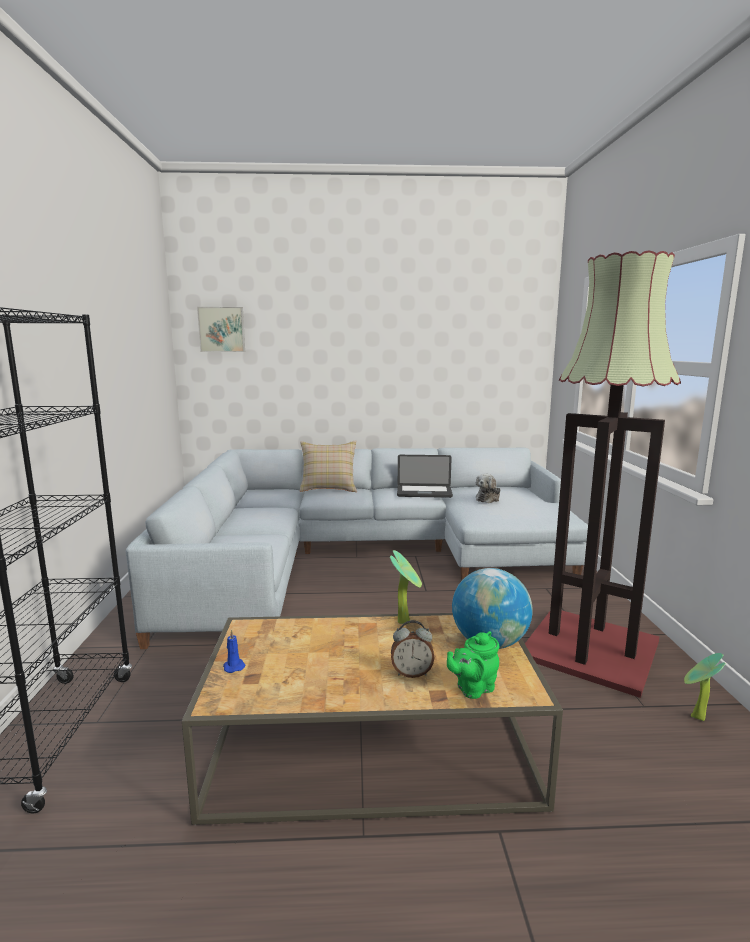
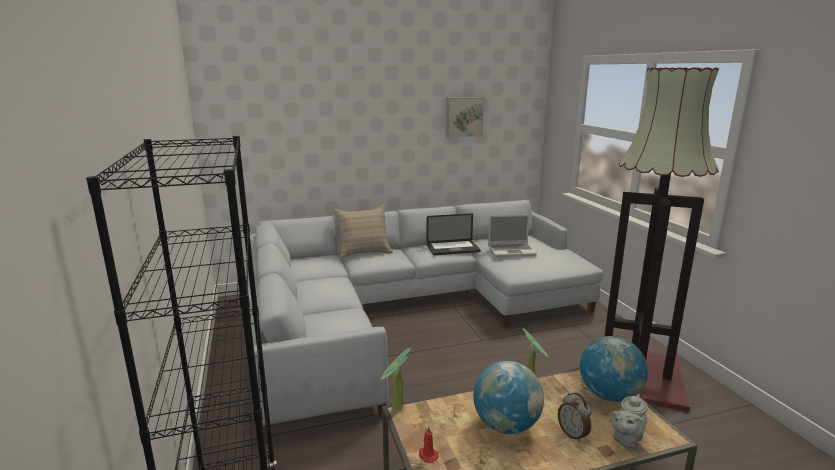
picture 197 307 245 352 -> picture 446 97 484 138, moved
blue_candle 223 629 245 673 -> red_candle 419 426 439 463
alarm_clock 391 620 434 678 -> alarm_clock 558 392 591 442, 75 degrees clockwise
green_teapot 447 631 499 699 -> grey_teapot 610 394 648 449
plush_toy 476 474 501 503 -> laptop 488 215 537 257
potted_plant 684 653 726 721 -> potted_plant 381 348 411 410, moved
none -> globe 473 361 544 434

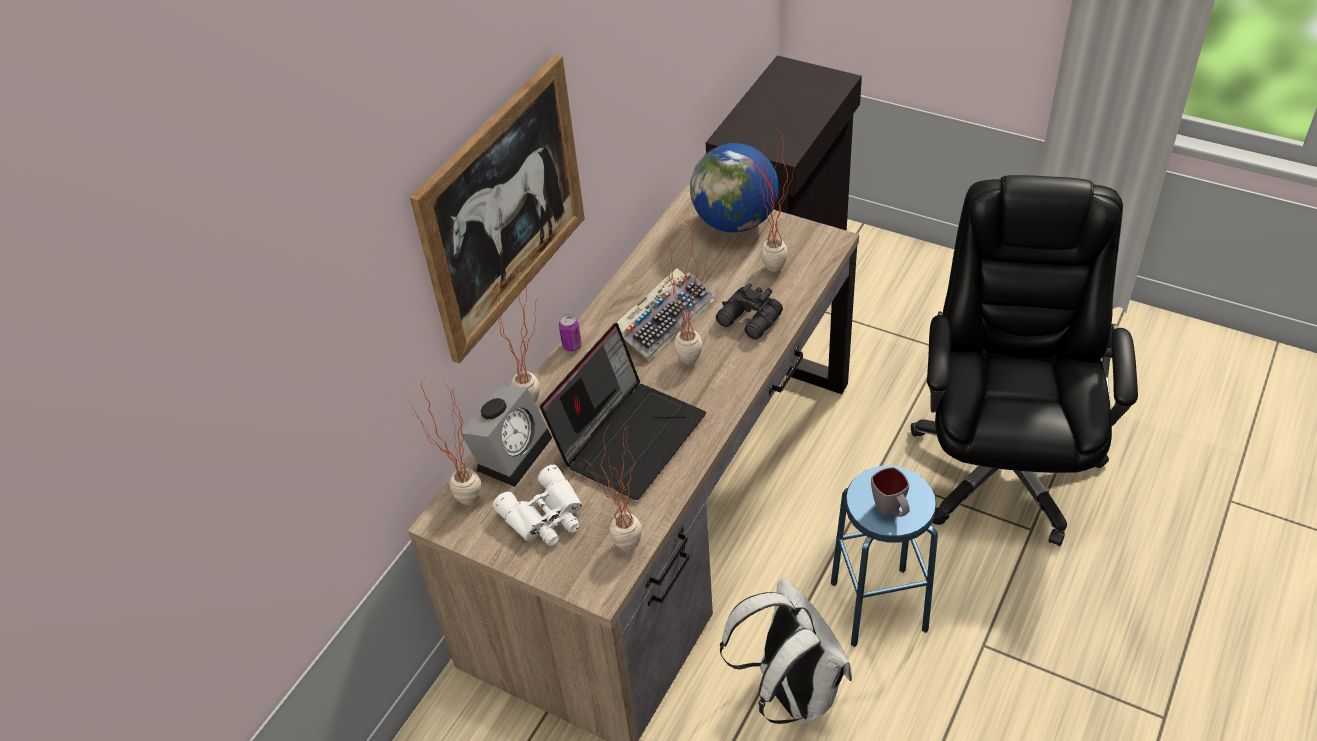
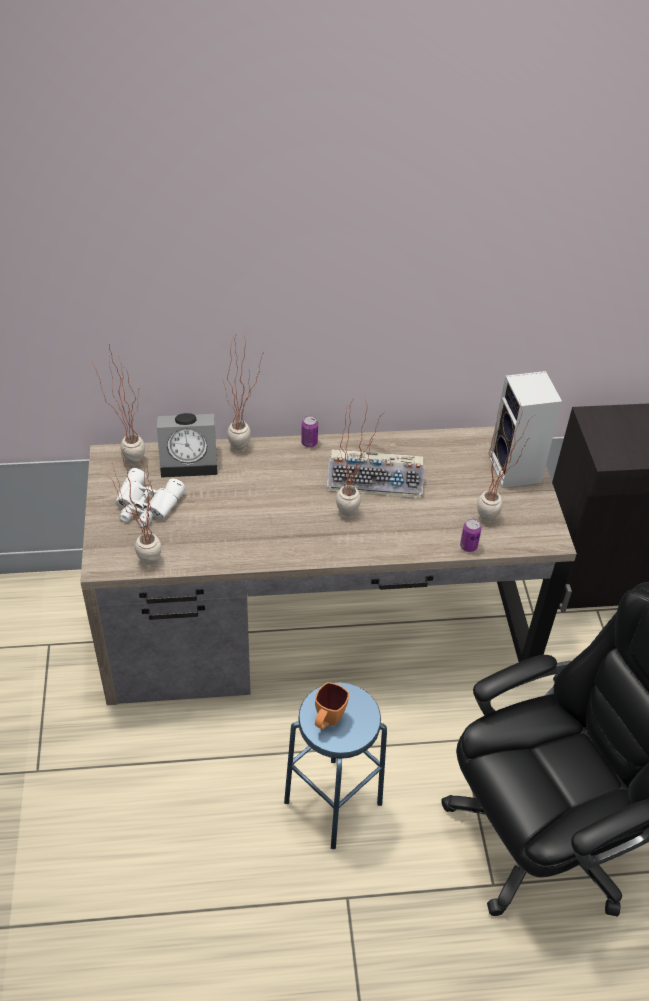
picture 410 54 585 364 -> none
laptop 540 323 706 500 -> none
globe 690 143 779 233 -> speaker 489 371 562 488
black_binoculars 716 284 783 340 -> none
white_backpack 720 577 852 724 -> none
grey_mug 871 467 910 517 -> orange_mug 315 682 349 729
none -> can 460 519 482 552

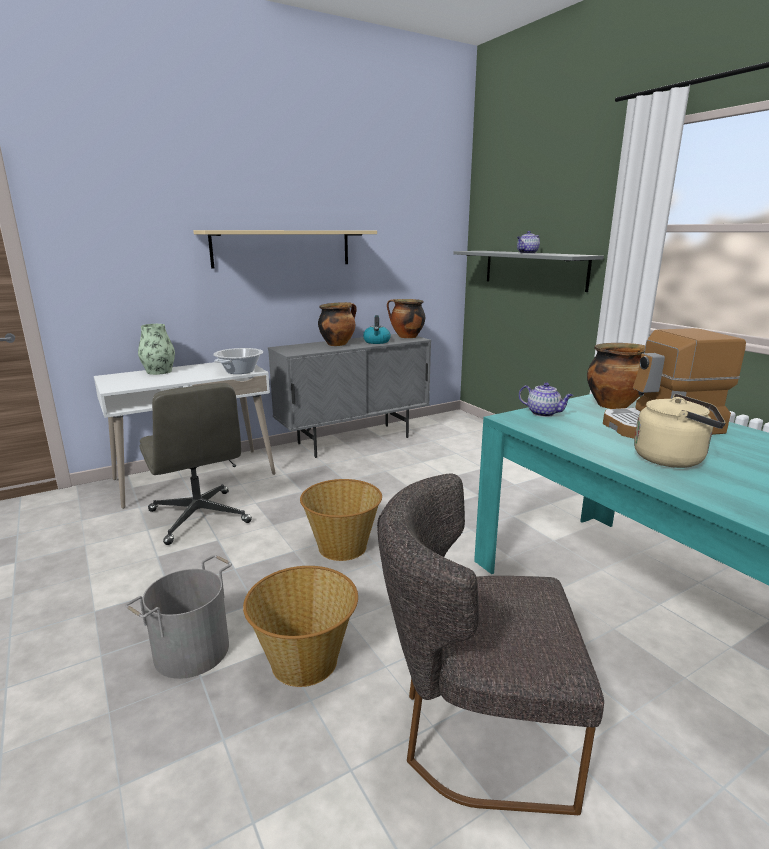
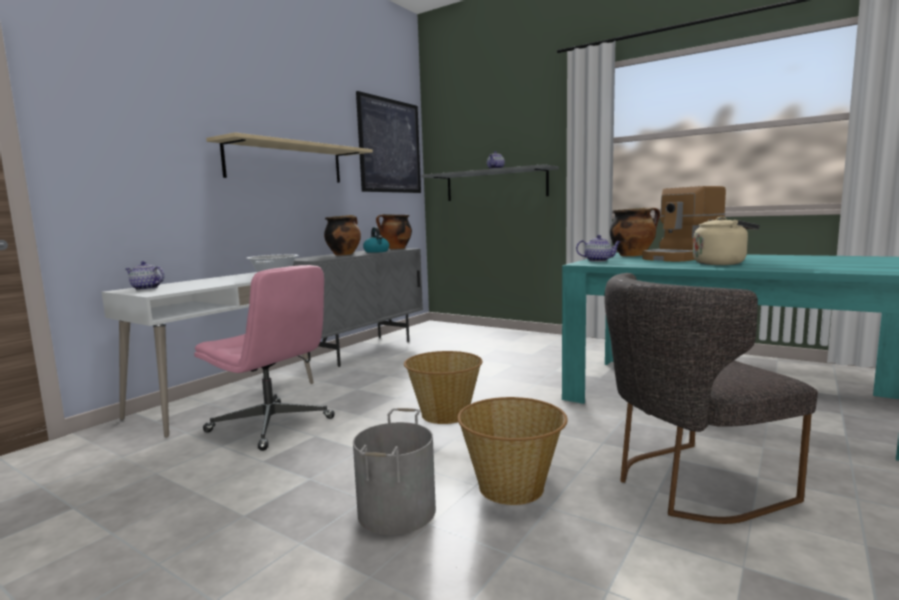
vase 138 324 175 375 -> none
grey_office_chair 140 383 252 545 -> pink_office_chair 194 265 334 451
none -> teapot 125 261 164 290
none -> picture 356 91 421 193

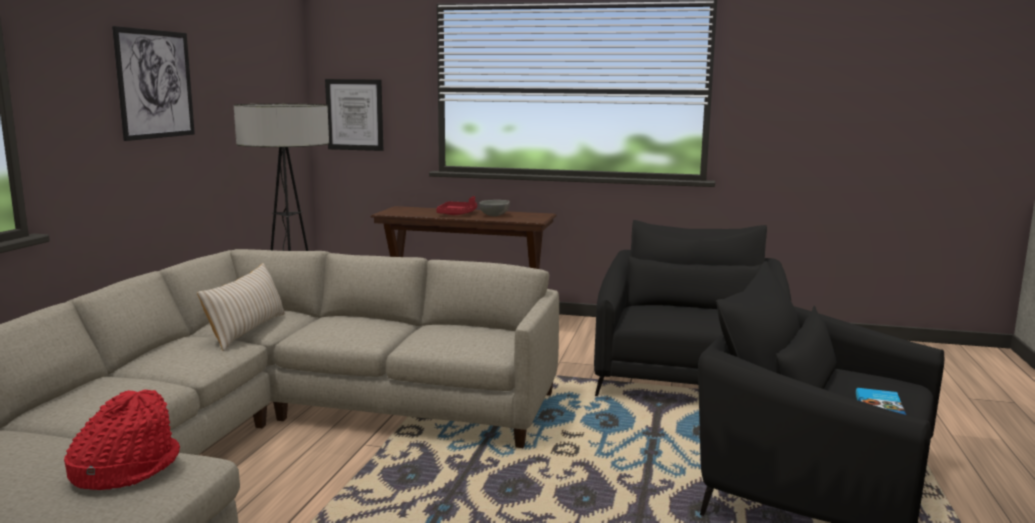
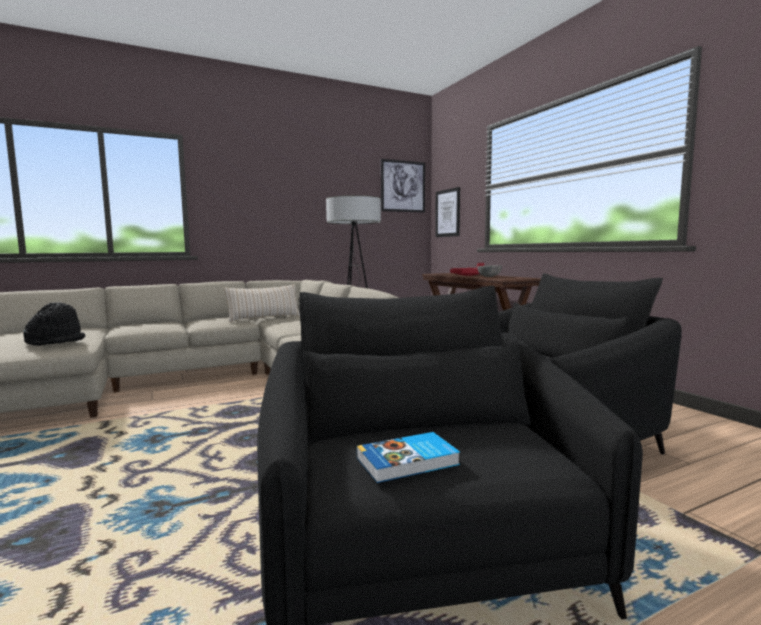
red_hat 64 390 180 490 -> black_hat 23 302 85 346
picture 112 26 195 141 -> picture 381 159 425 213, moved

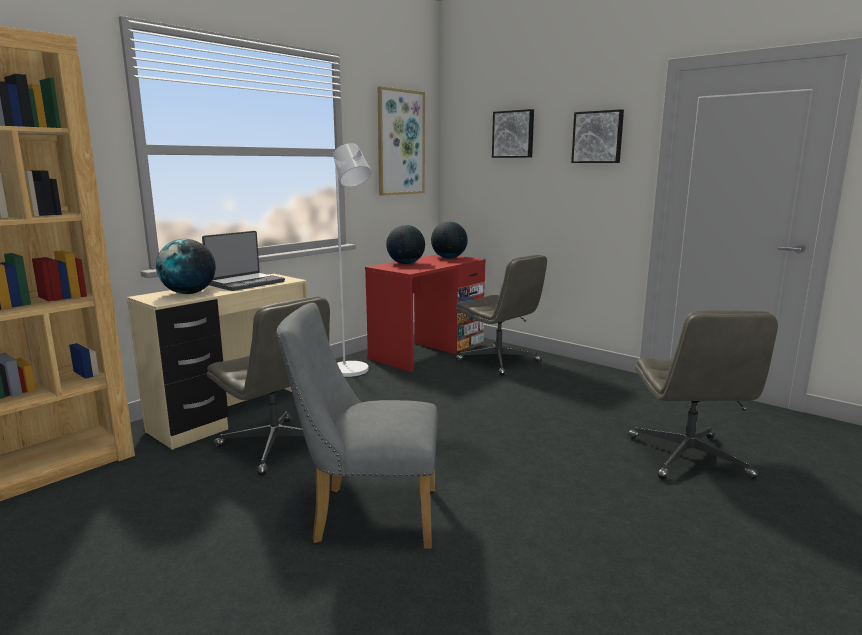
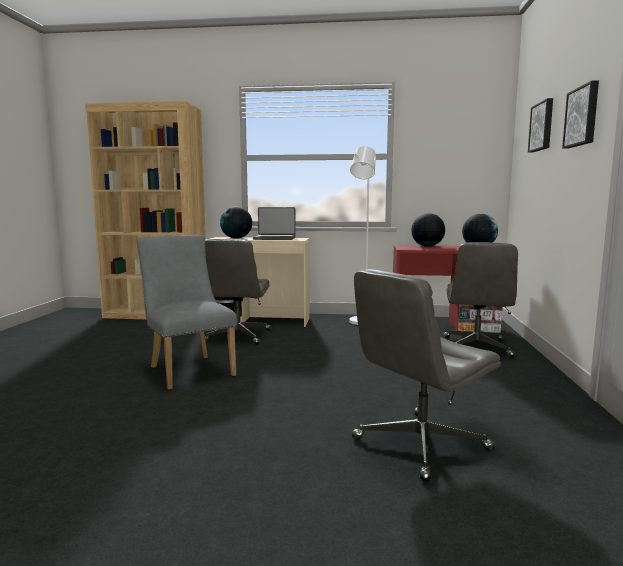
picture 378 86 425 196 -> none

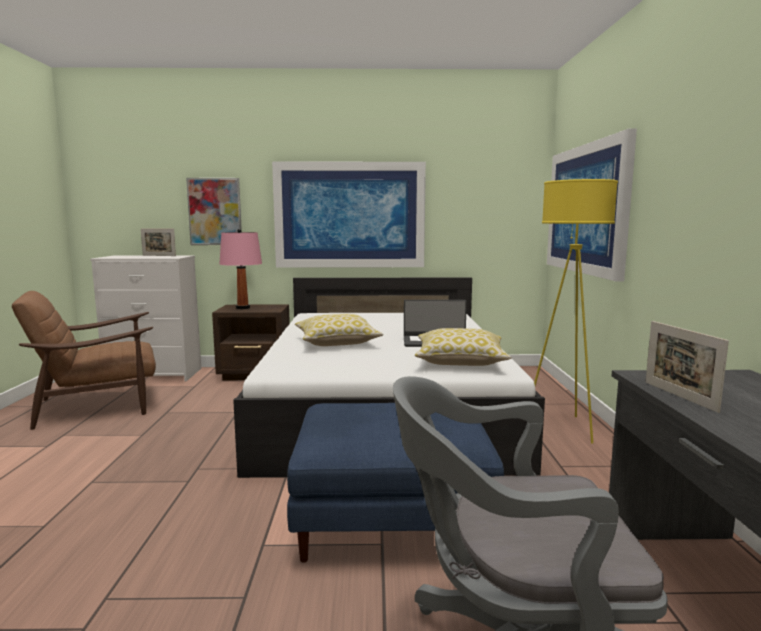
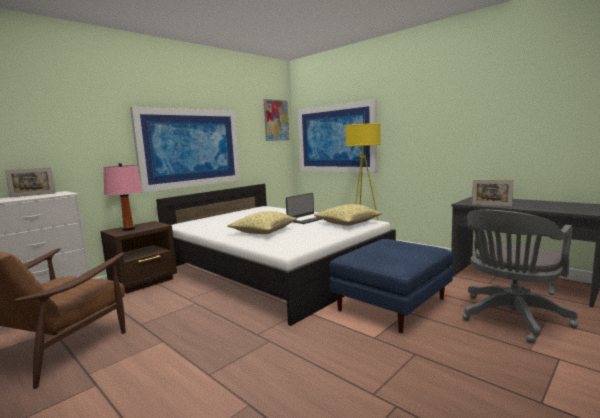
picture 186 178 242 245 -> picture 264 99 289 141, moved

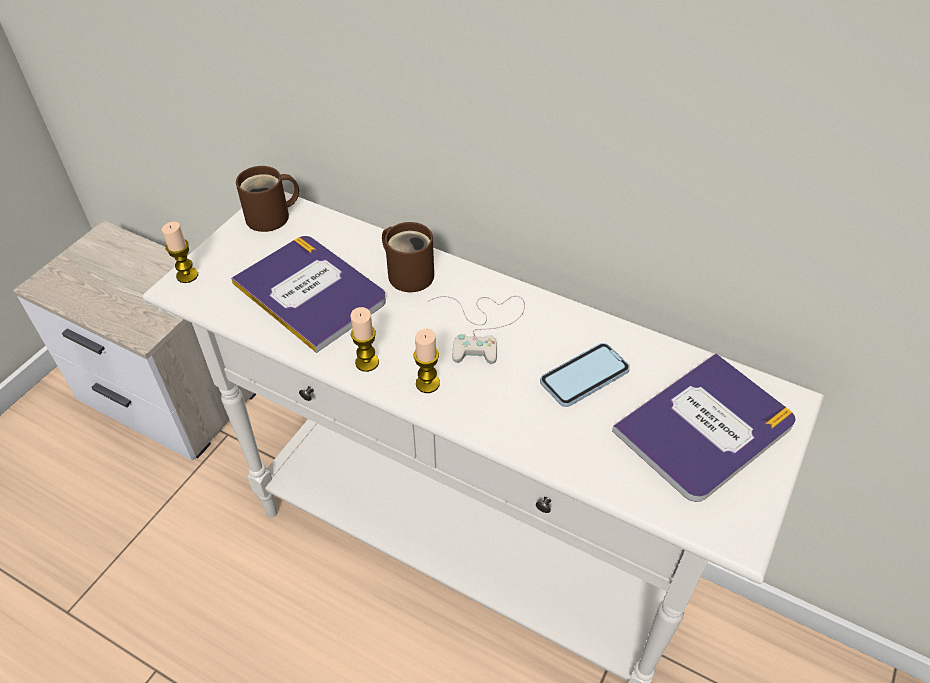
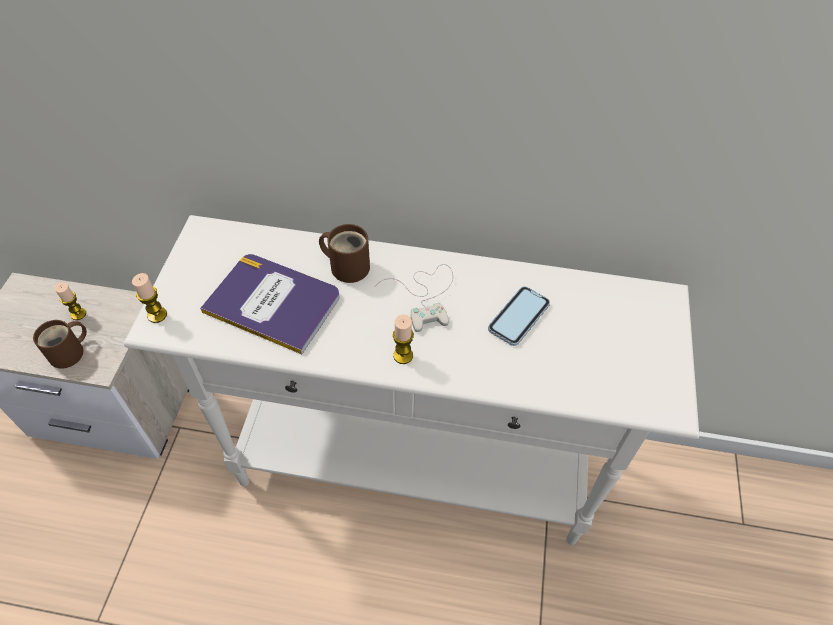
brown_mug 236 166 299 232 -> brown_mug 33 320 87 369, moved
candle 350 307 379 372 -> candle 55 282 86 320, moved
book 612 353 796 502 -> none

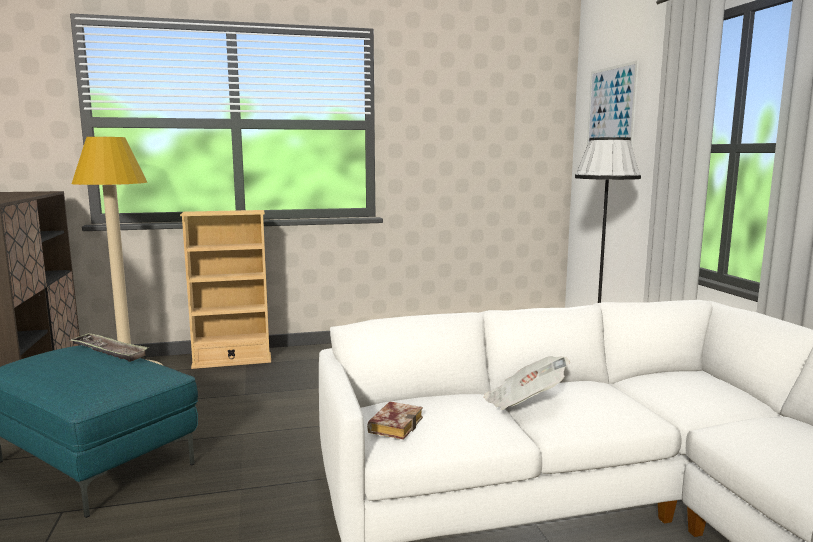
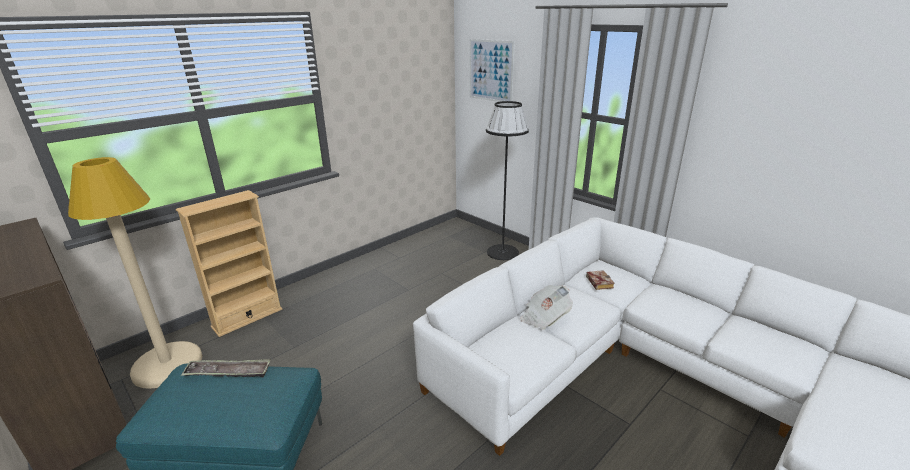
book 367 401 423 440 -> book 586 270 615 290, moved

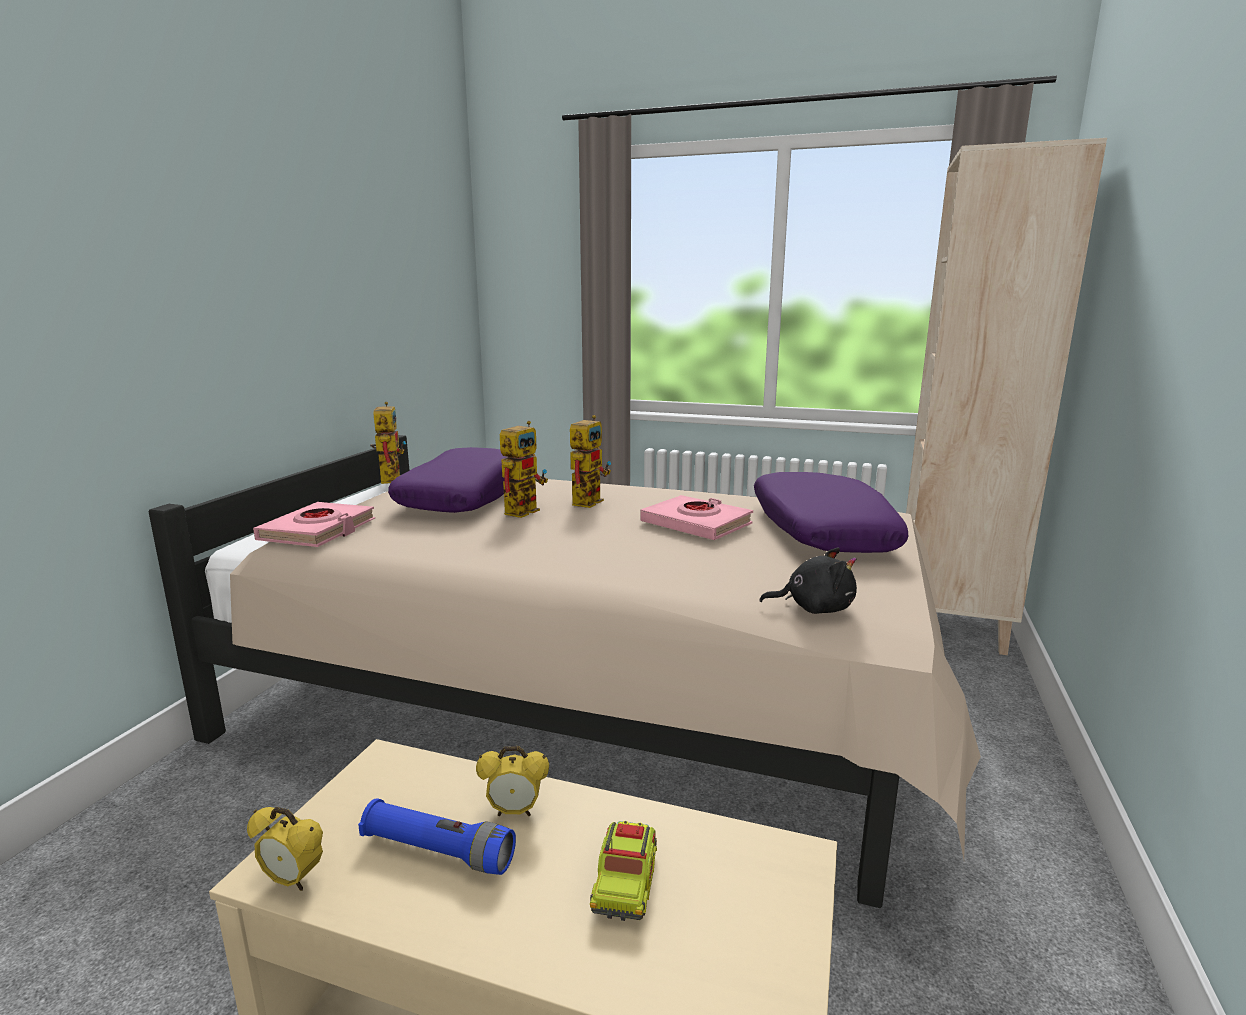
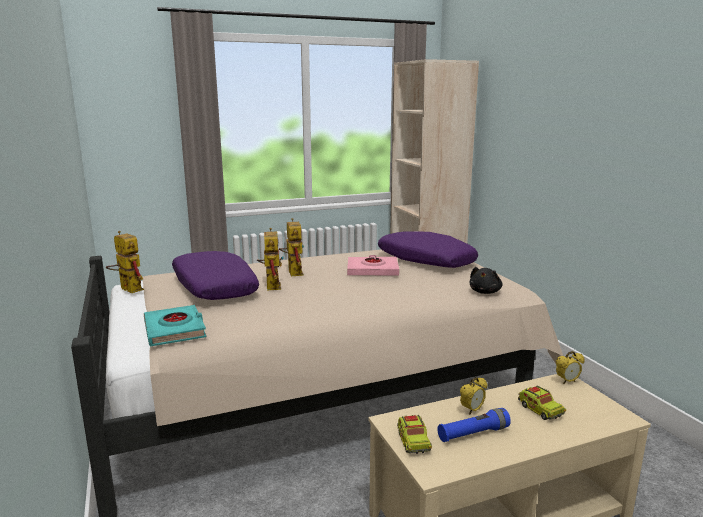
alarm_clock 247 807 323 891 -> alarm_clock 556 351 585 384, moved
pink_book 253 502 375 547 -> turquoise_book 144 305 206 346
black_plush_toy 760 547 857 614 -> black_plush_toy 470 267 503 294, 150 degrees clockwise
none -> toy_truck 397 415 432 454

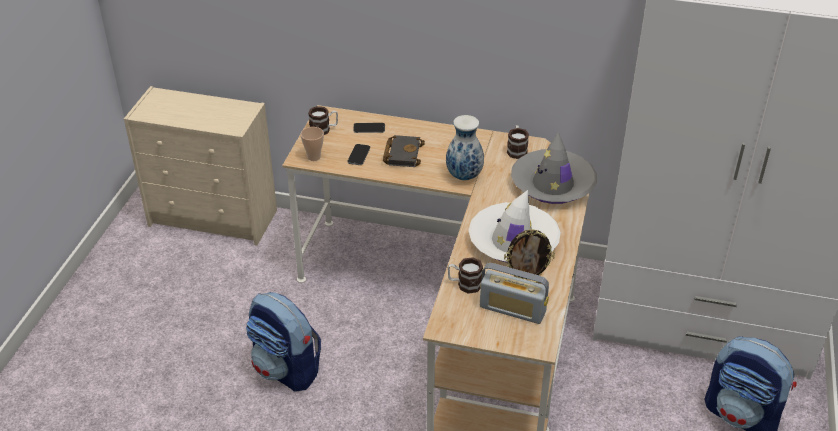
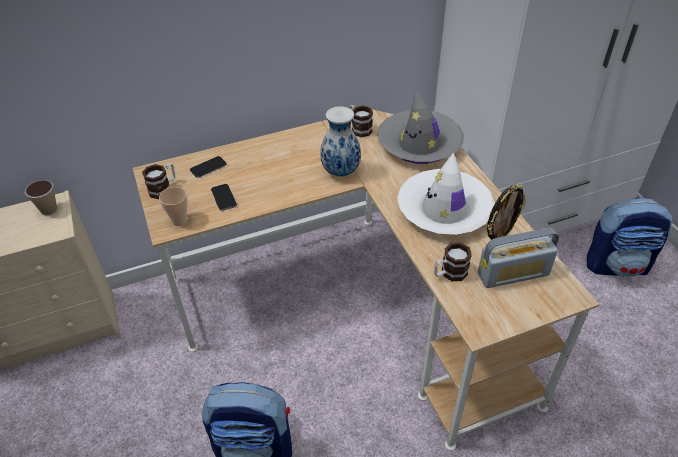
black_book 383 135 425 167 -> none
none -> cup 25 180 57 215

